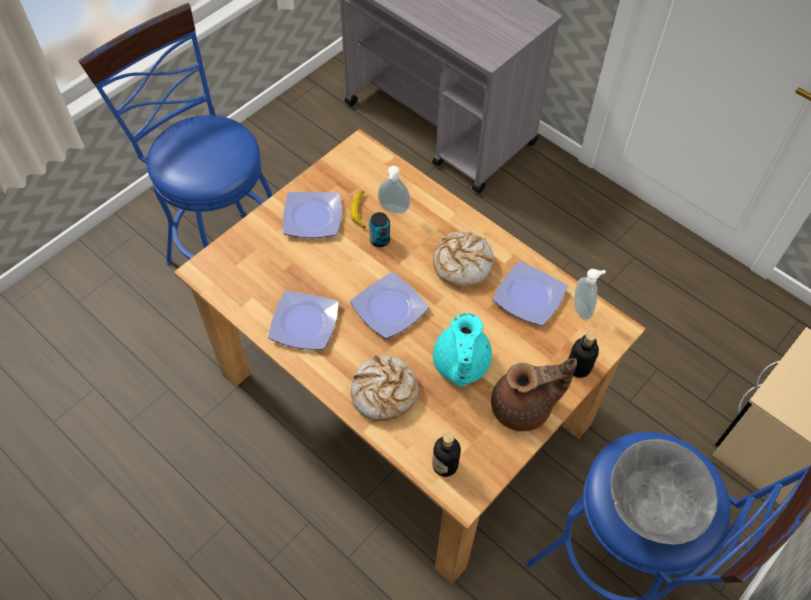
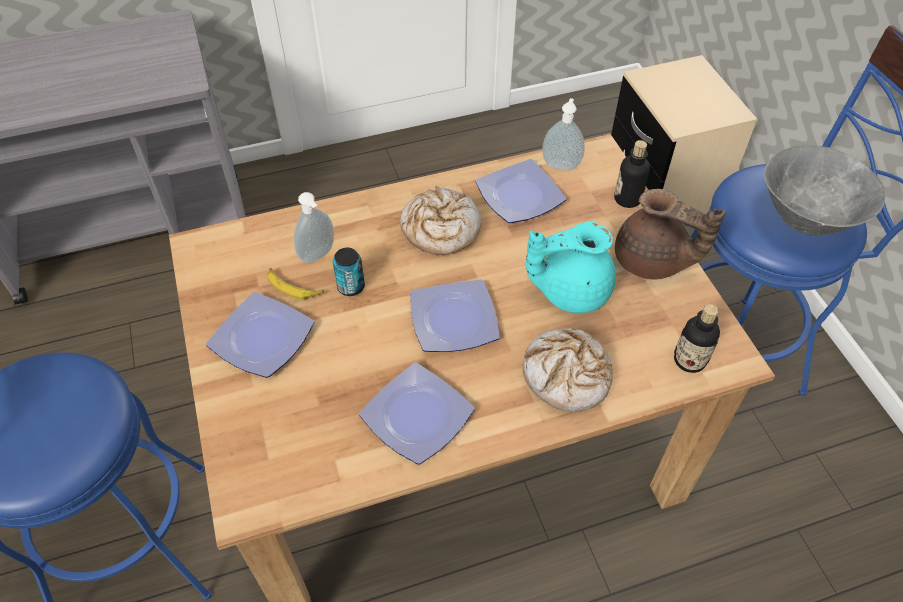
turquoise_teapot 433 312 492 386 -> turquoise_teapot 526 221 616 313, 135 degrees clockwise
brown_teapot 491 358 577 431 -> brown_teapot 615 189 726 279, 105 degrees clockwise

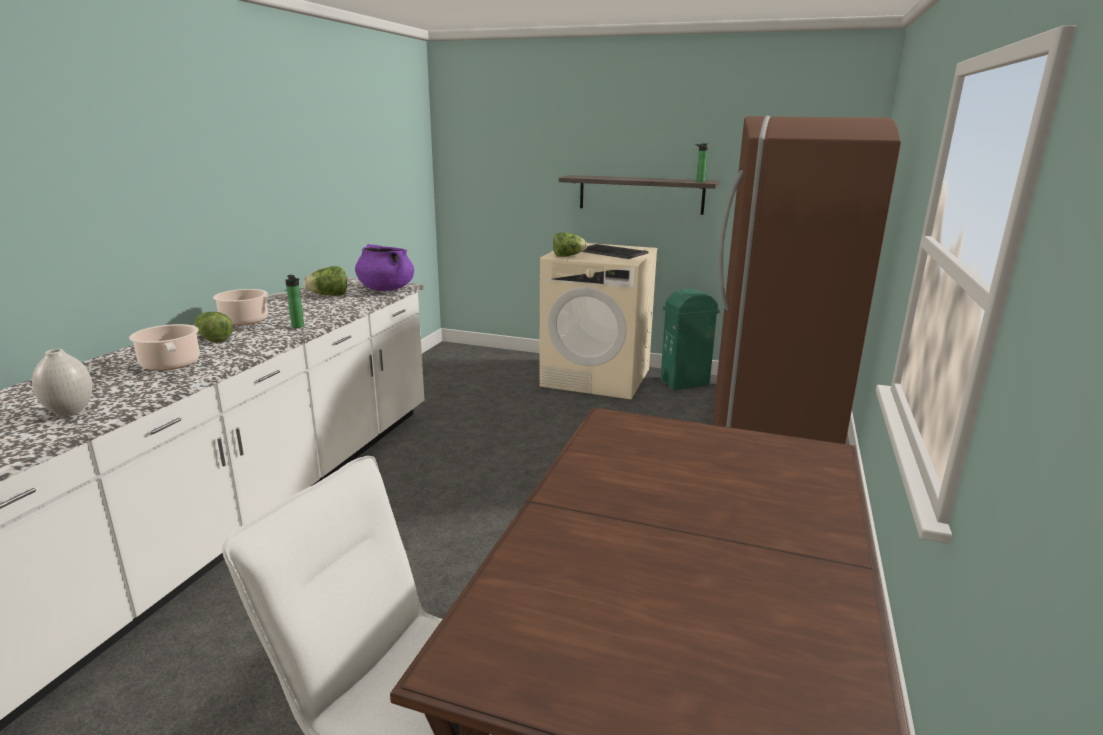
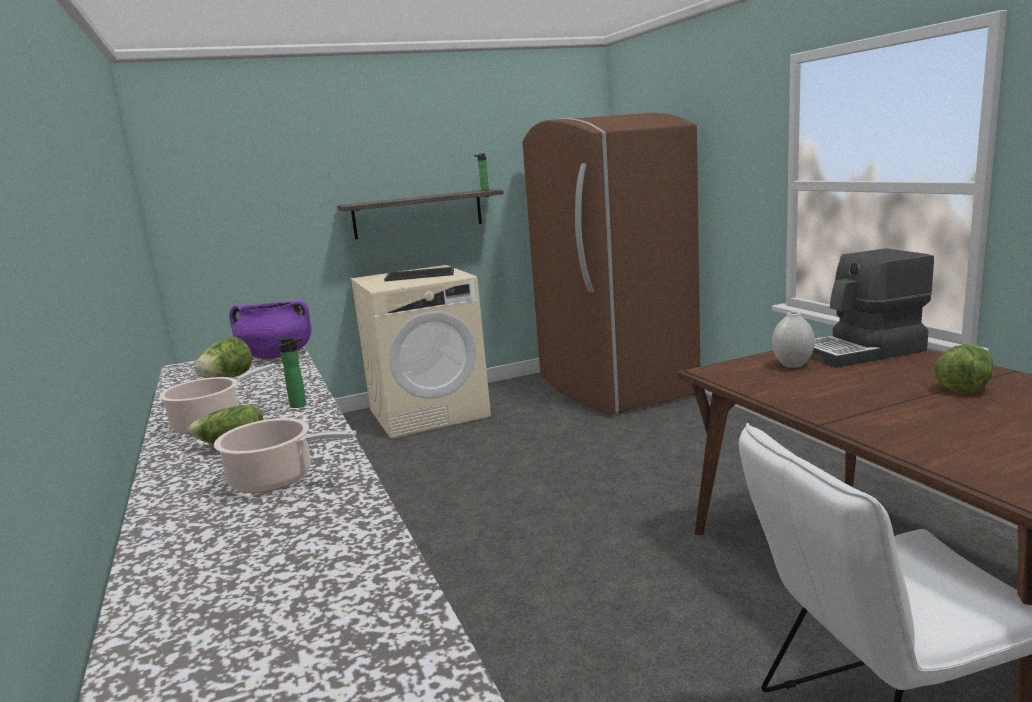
white_vase 32 349 93 416 -> white_vase 772 312 815 368, moved
lettuce 553 232 587 257 -> lettuce 935 344 993 393, moved
green_trash_can 660 289 720 390 -> none
none -> coffee_machine 810 248 934 368

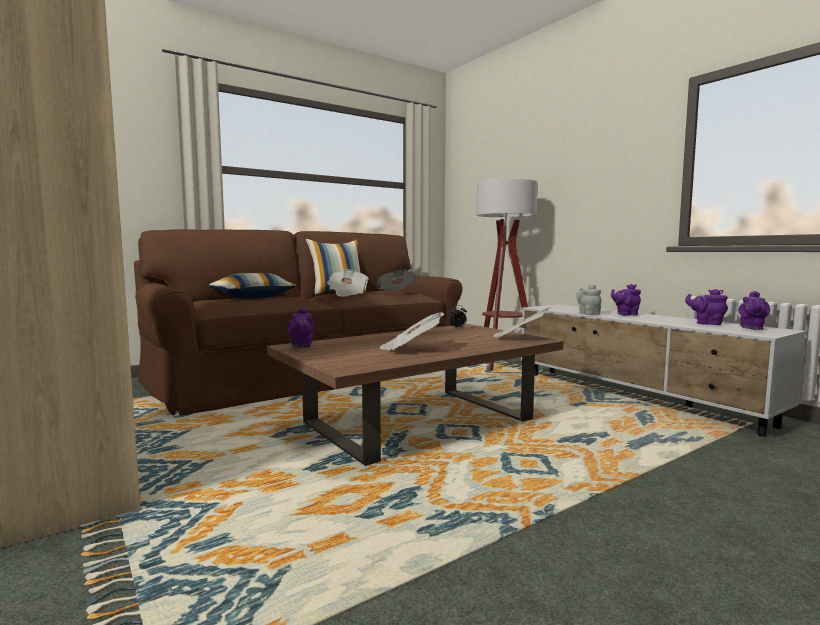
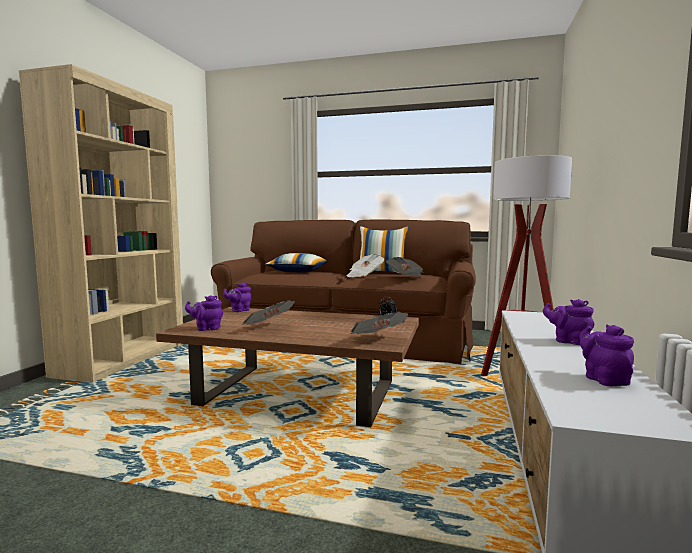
grey_teapot 576 284 601 315 -> none
purple_teapot 738 291 770 330 -> purple_teapot 185 295 223 331, moved

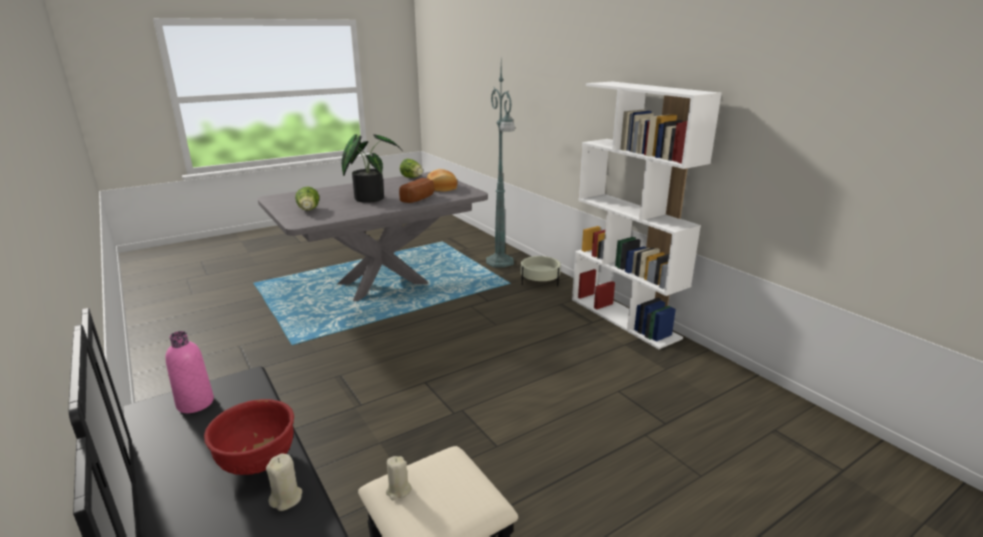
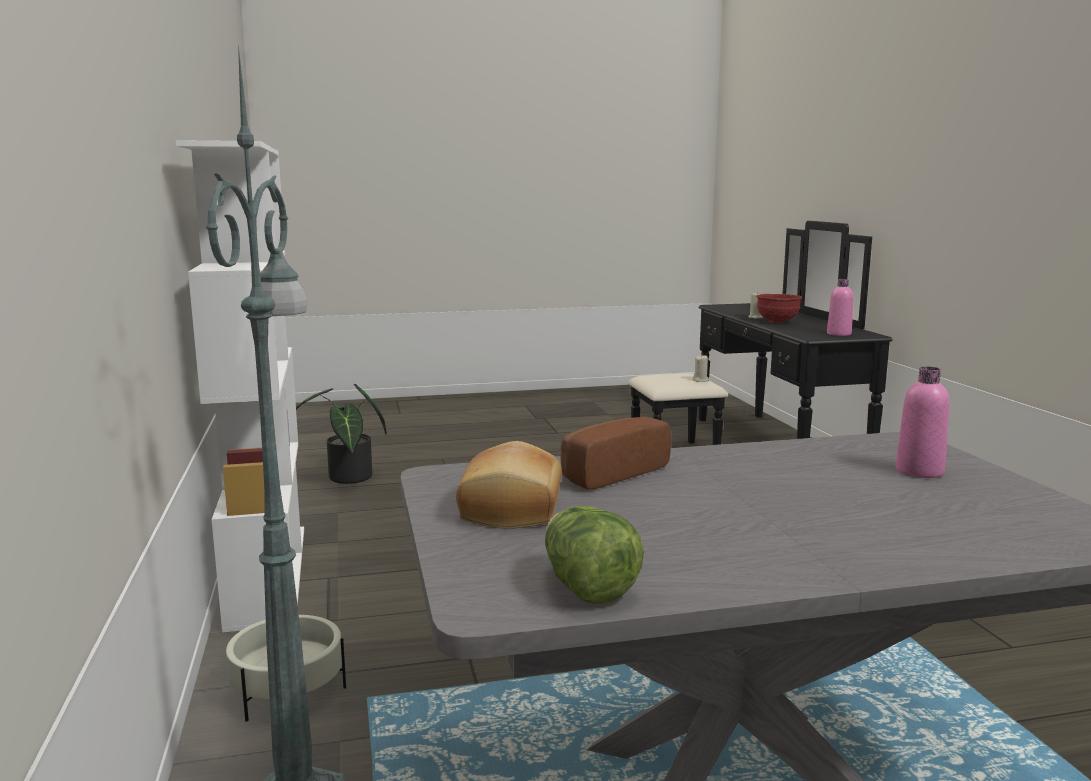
lettuce 295 186 319 211 -> pink_bottle 895 366 950 478
potted_plant 341 134 402 203 -> potted_plant 296 384 386 484, moved

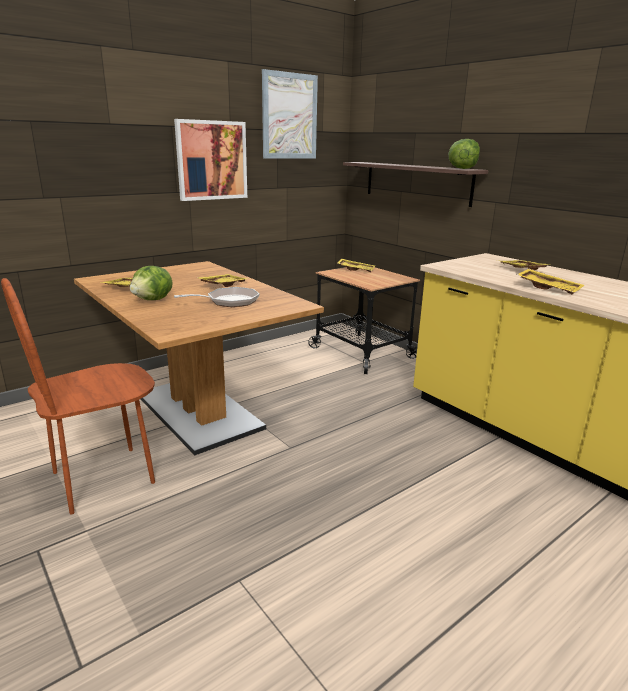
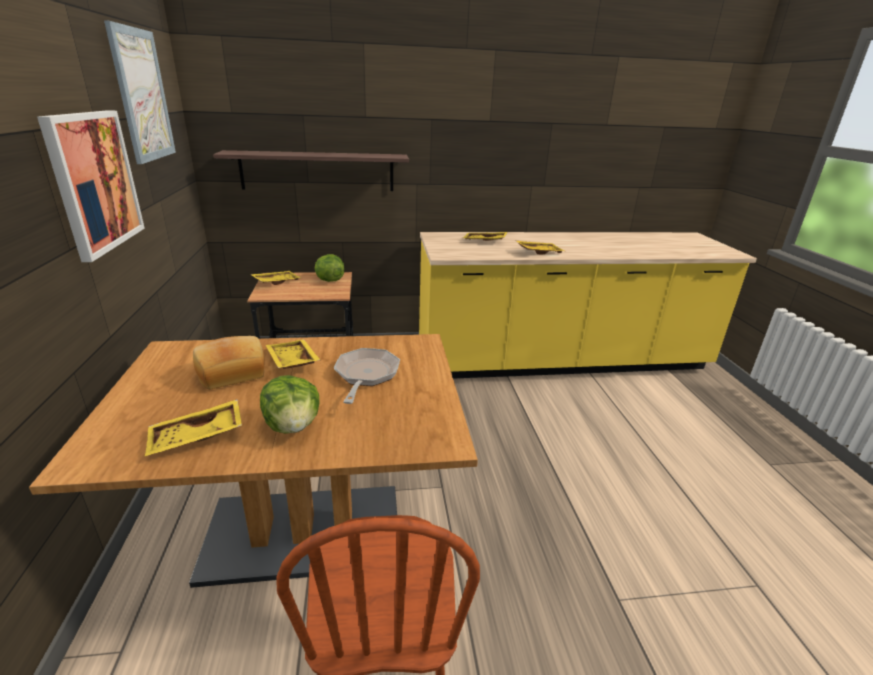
lettuce 448 139 480 169 -> lettuce 315 254 344 282, moved
none -> bread 193 336 264 390

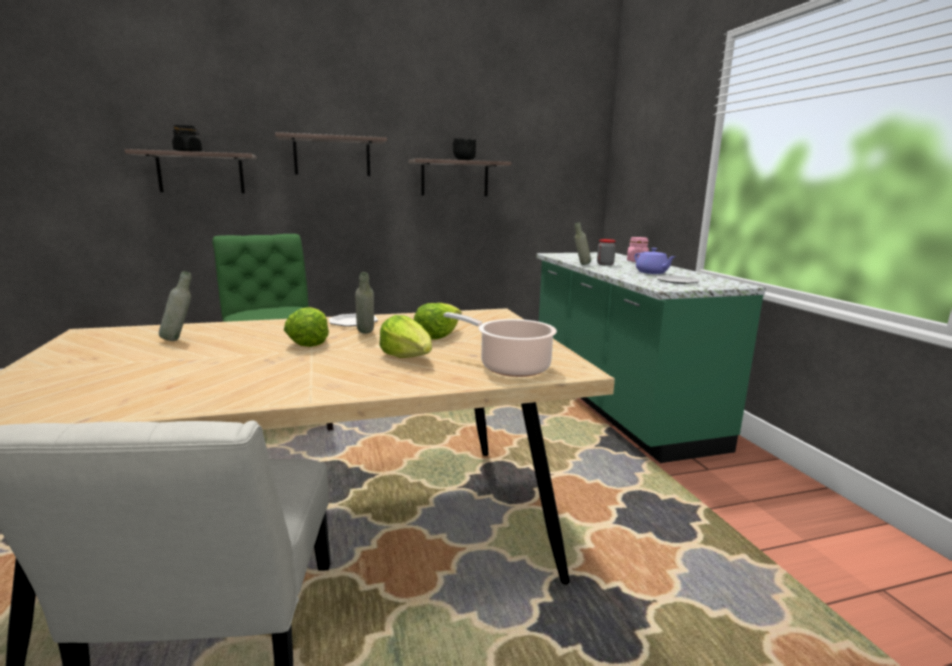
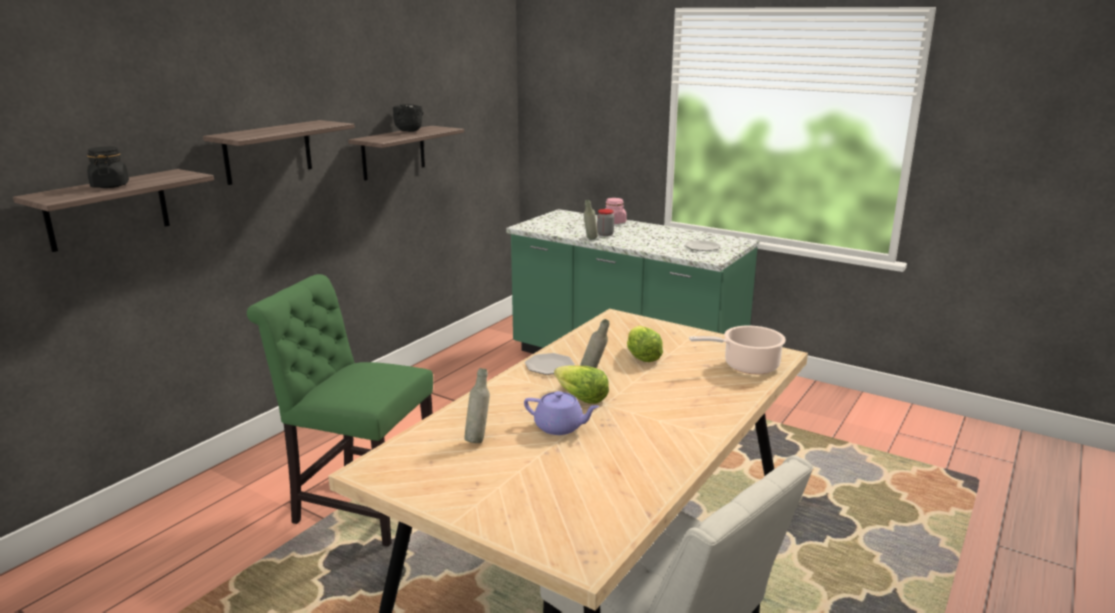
lettuce 380 315 432 358 -> none
purple_teapot 634 248 676 274 -> purple_teapot 524 391 600 435, moved

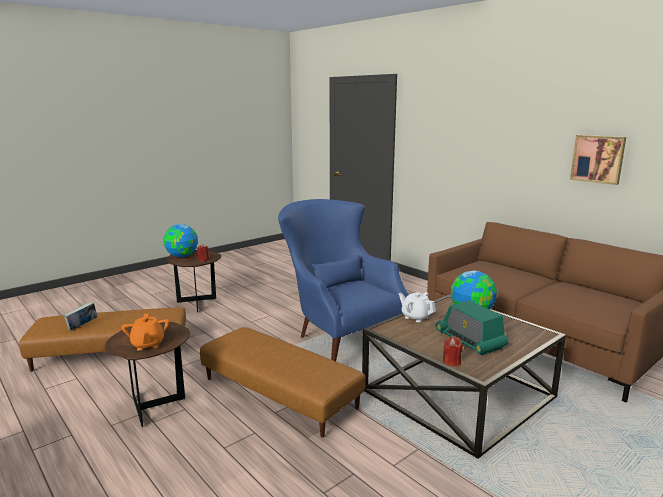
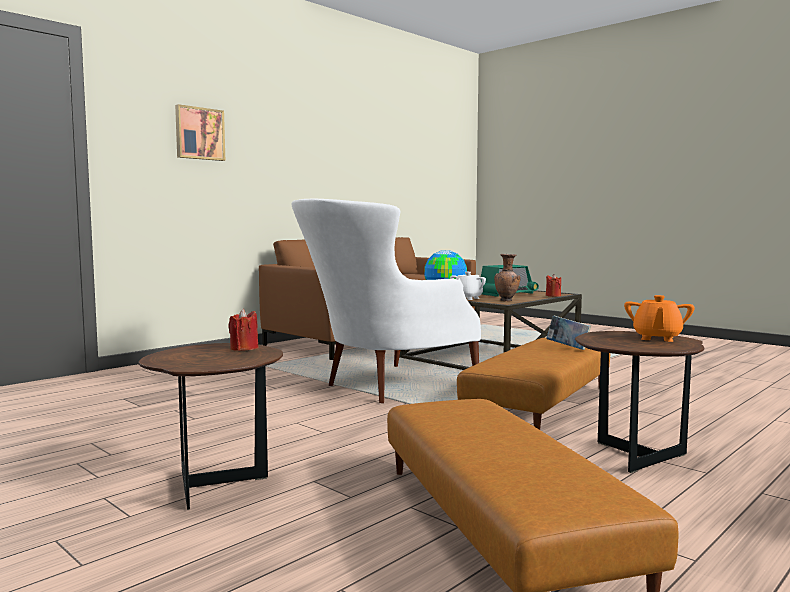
book 63 301 97 331 -> book 546 315 591 350, moved
orange_teapot 122 314 169 351 -> orange_teapot 624 295 695 342, 135 degrees clockwise
globe 163 224 198 257 -> none
blue_armchair 278 199 408 361 -> white_armchair 291 199 481 403
picture 570 135 626 185 -> picture 175 104 225 161, moved
none -> brown_vase 494 254 521 302

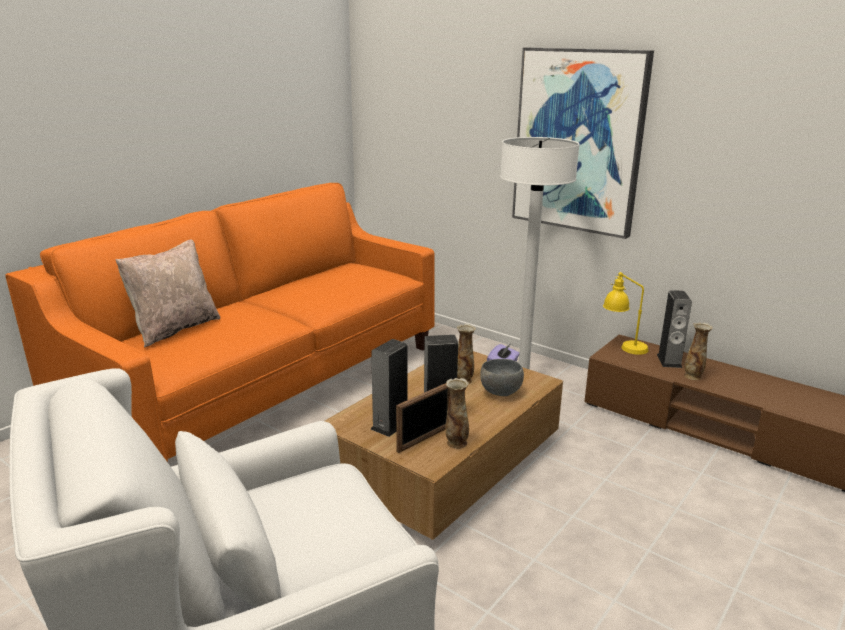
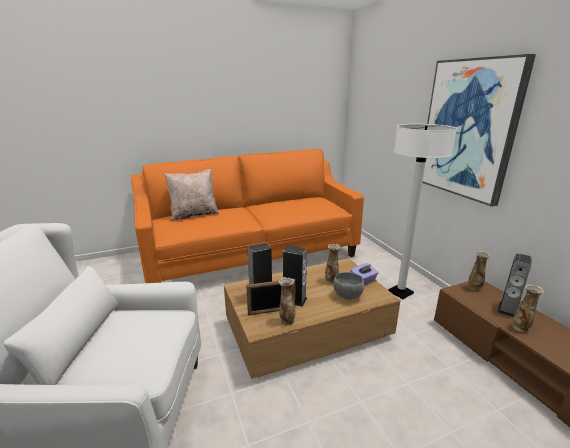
yellow_table_lamp 603 272 648 355 -> vase 468 251 490 291

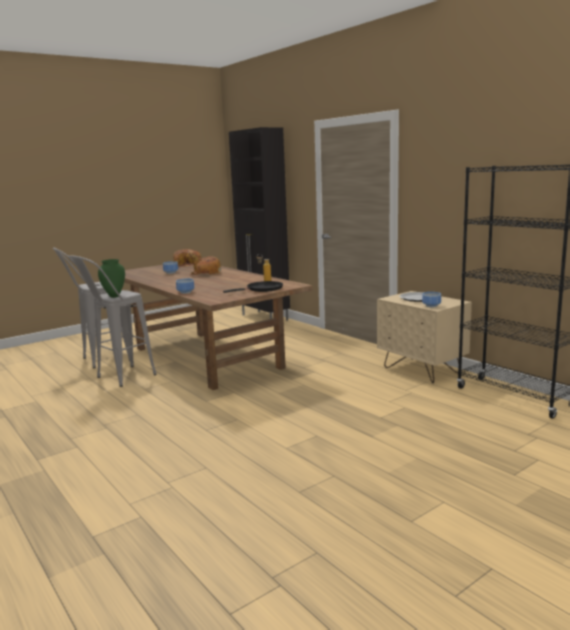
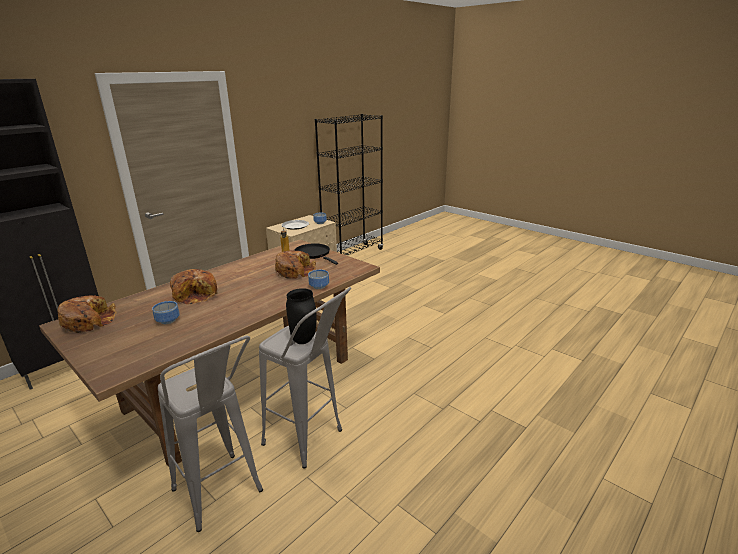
green_vase 98 259 125 298 -> black_vase 286 288 317 344
none -> bread 275 251 316 279

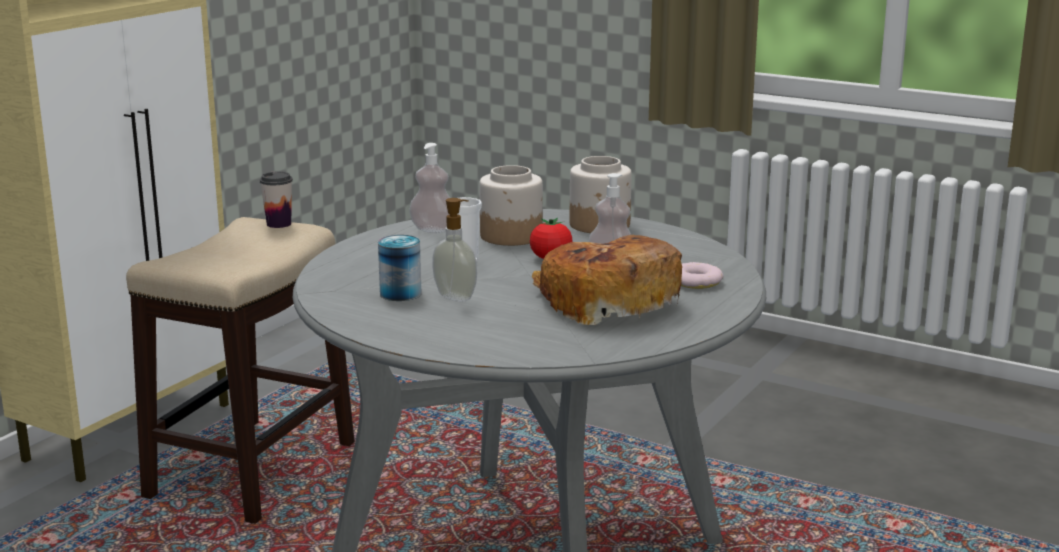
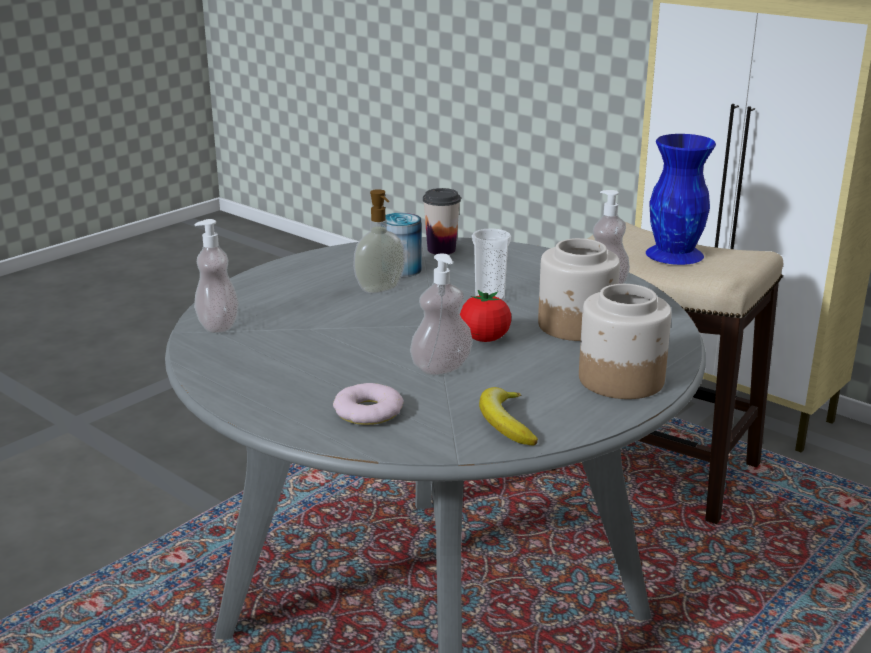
cup 260 171 293 228 -> cup 423 188 461 254, moved
bread 532 235 682 325 -> none
none -> soap_dispenser 194 219 239 333
none -> banana 479 387 538 446
none -> blue_vase 646 134 716 265

